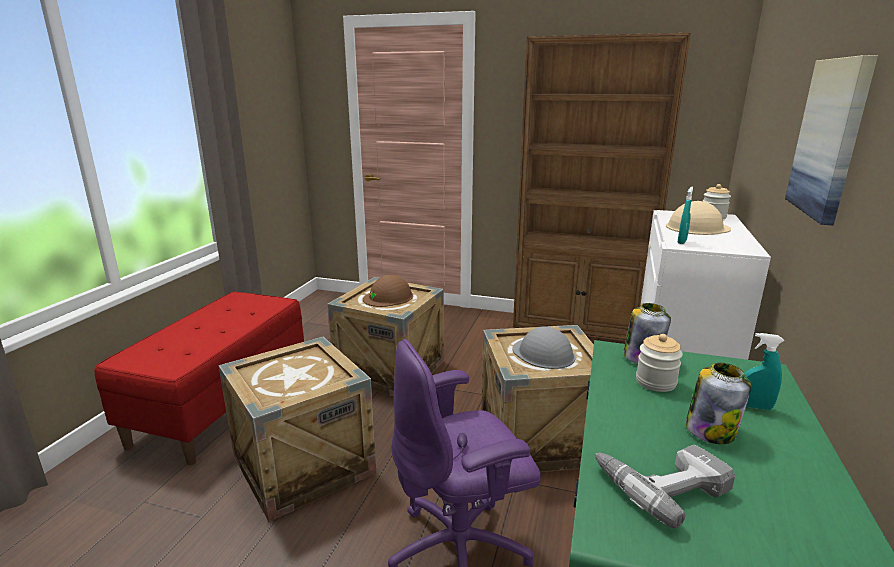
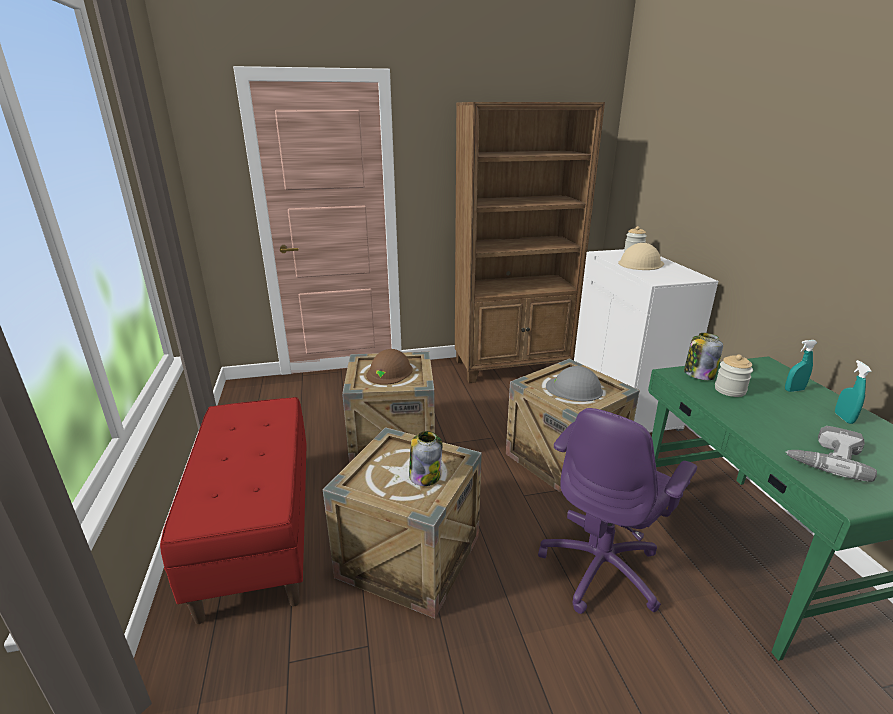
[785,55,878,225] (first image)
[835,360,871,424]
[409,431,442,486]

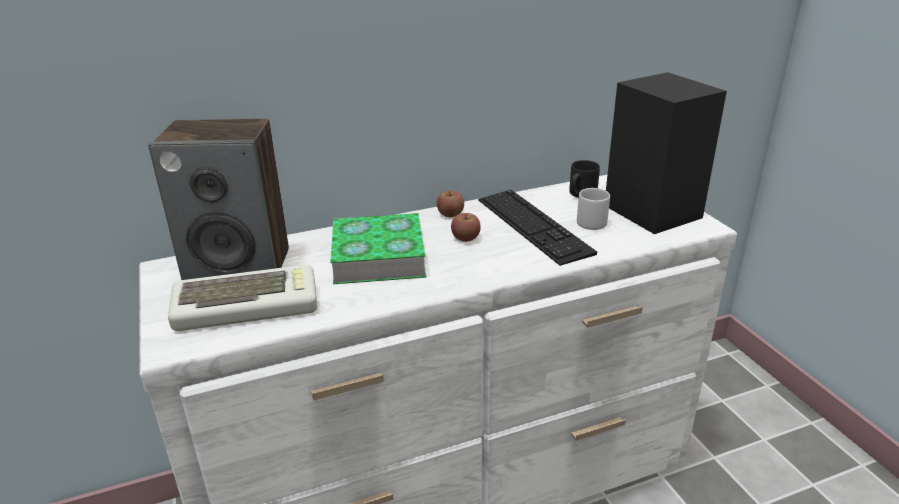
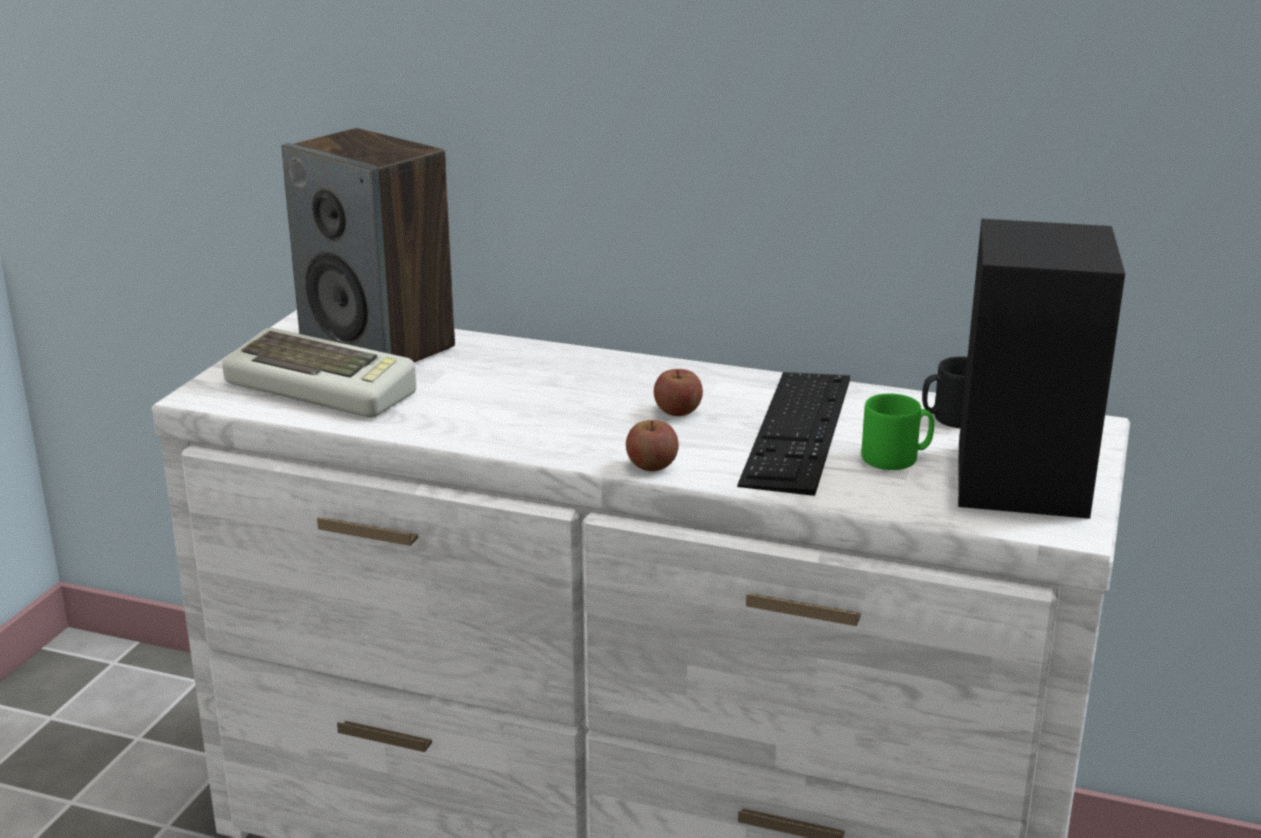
[861,393,934,470]
[626,420,679,471]
[330,213,426,284] (first image)

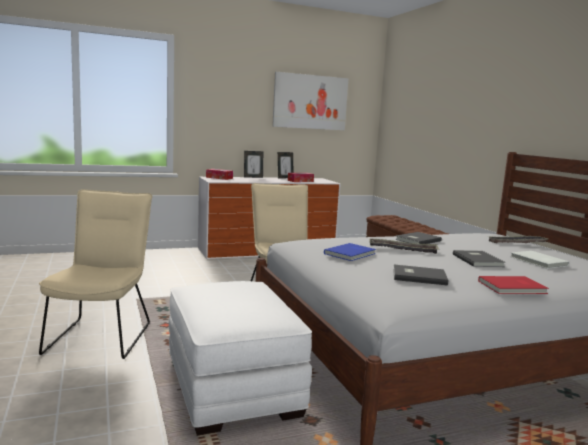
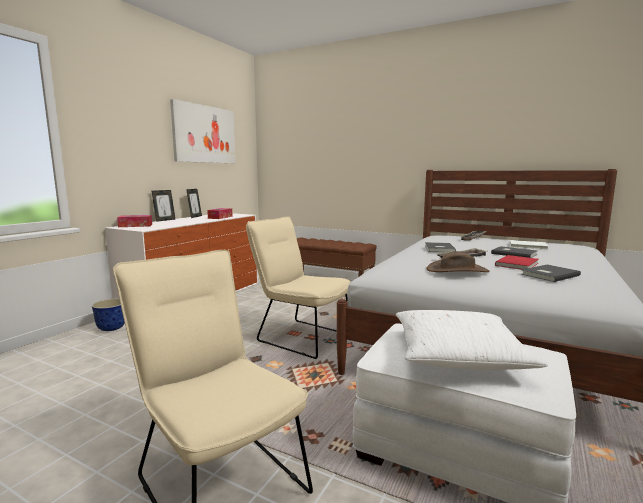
[427,251,490,272]
[495,255,539,270]
[92,299,125,331]
[396,310,548,370]

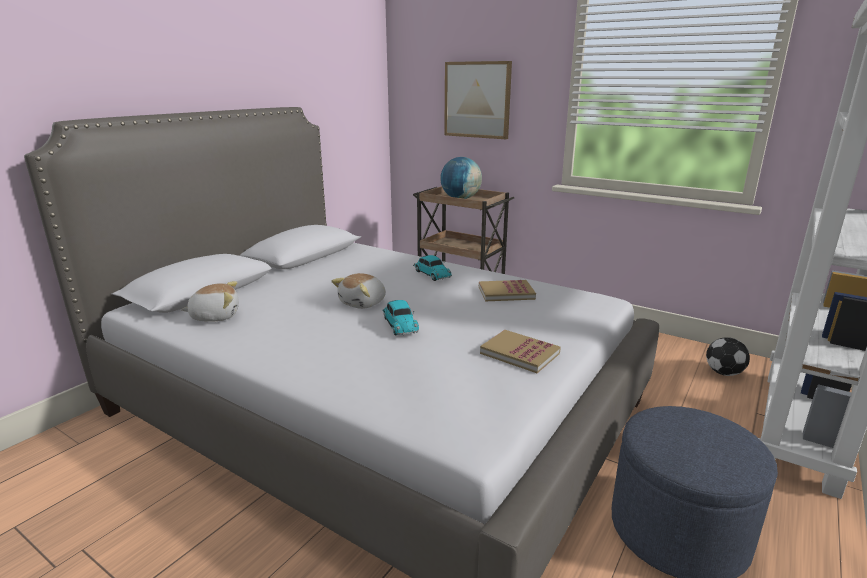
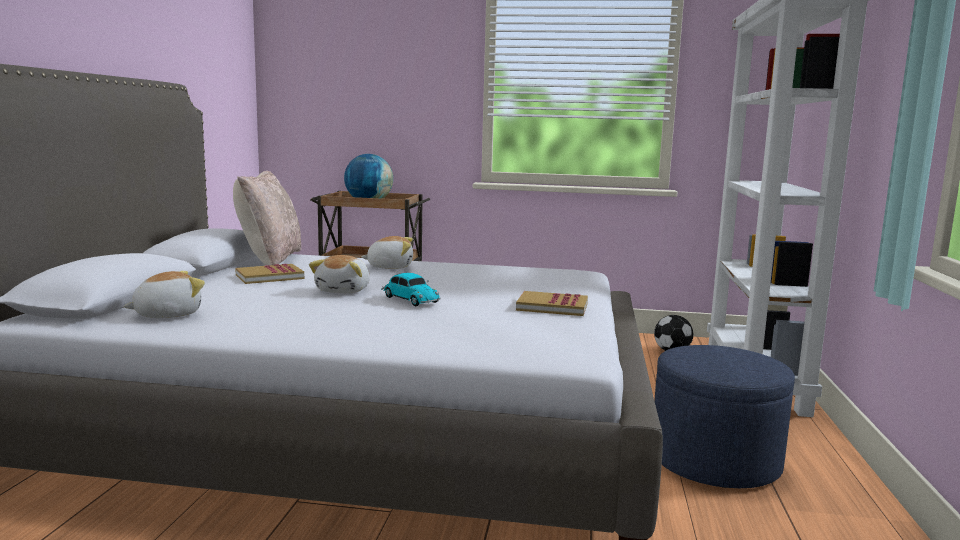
[444,61,512,139] (first image)
[361,236,413,269]
[236,264,304,284]
[233,171,301,266]

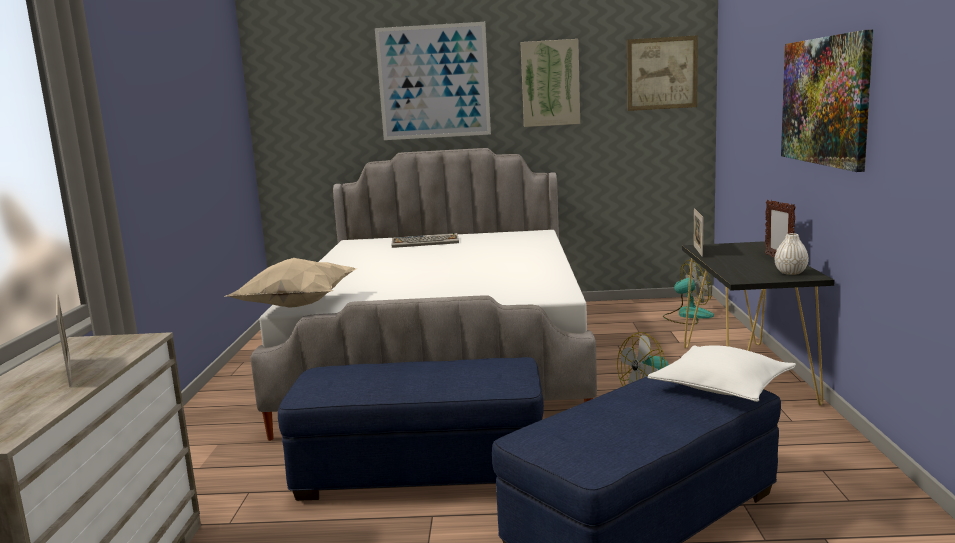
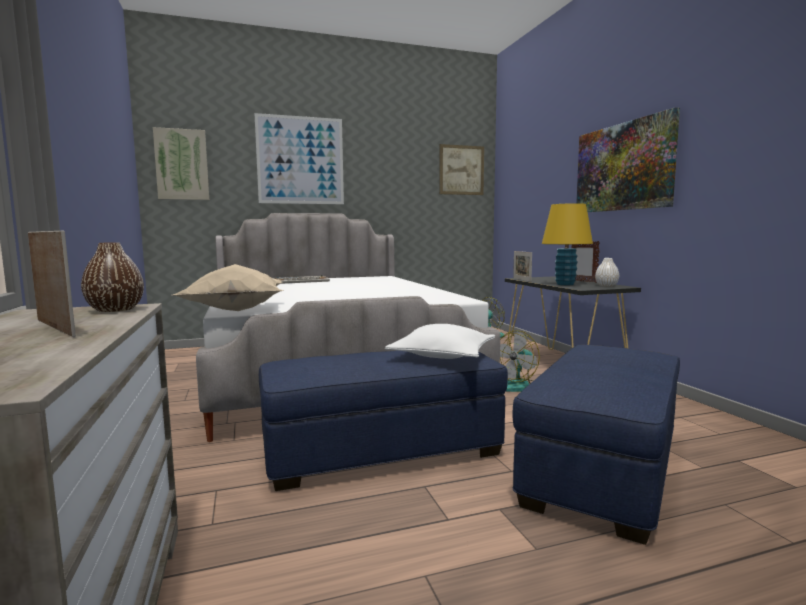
[153,127,209,200]
[385,324,495,359]
[542,203,593,285]
[81,242,144,312]

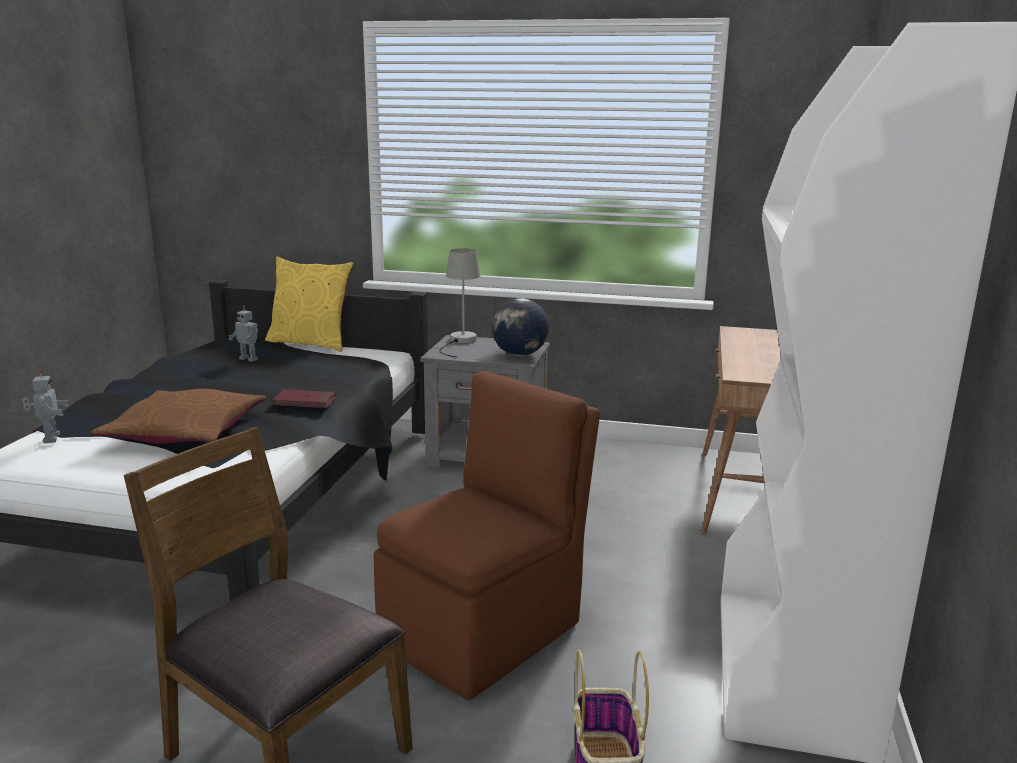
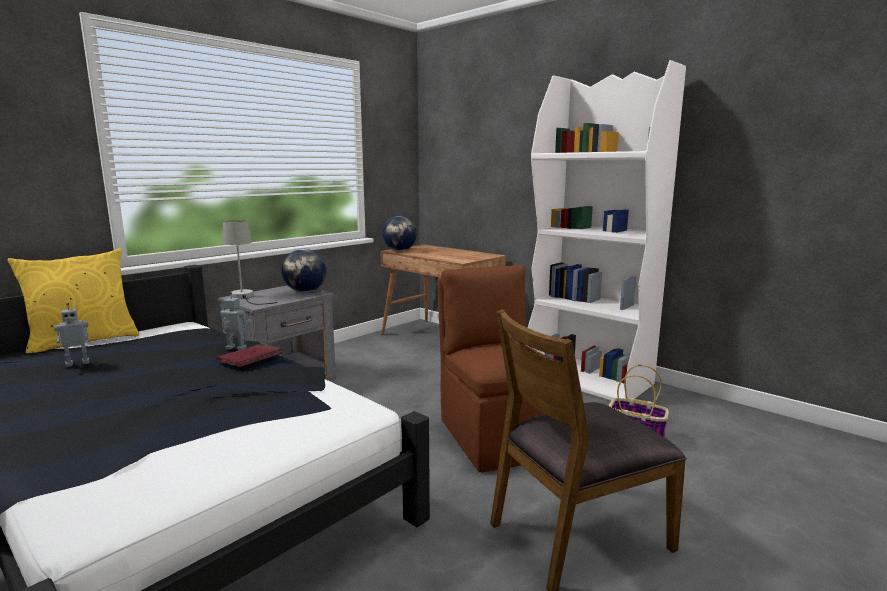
[220,292,252,350]
[91,389,266,444] (first image)
[382,216,417,251]

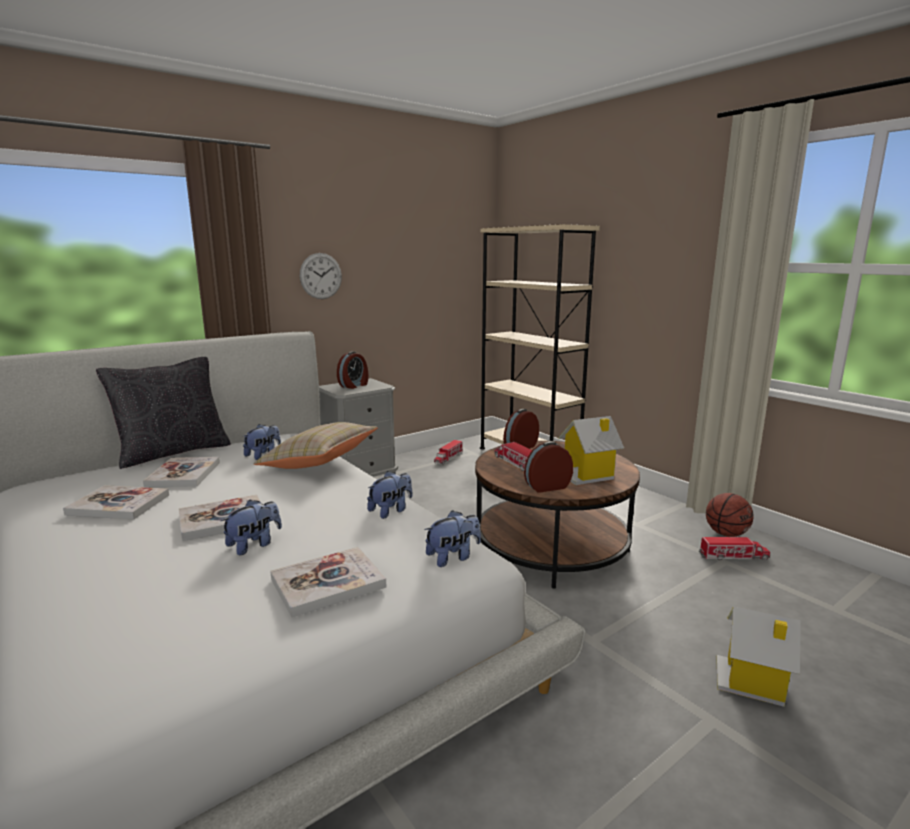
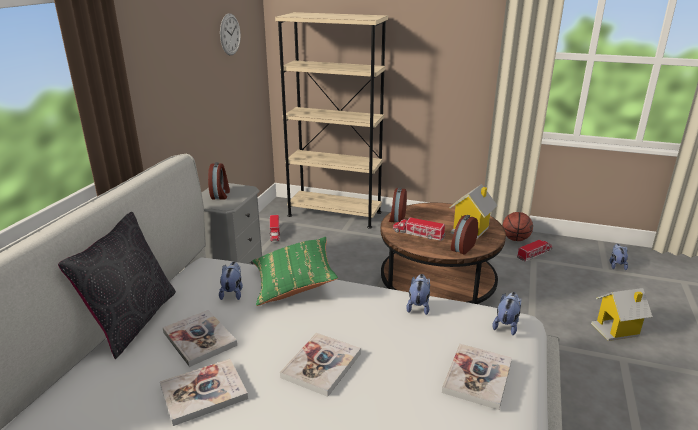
[220,13,241,55]
[252,237,338,306]
[610,244,628,270]

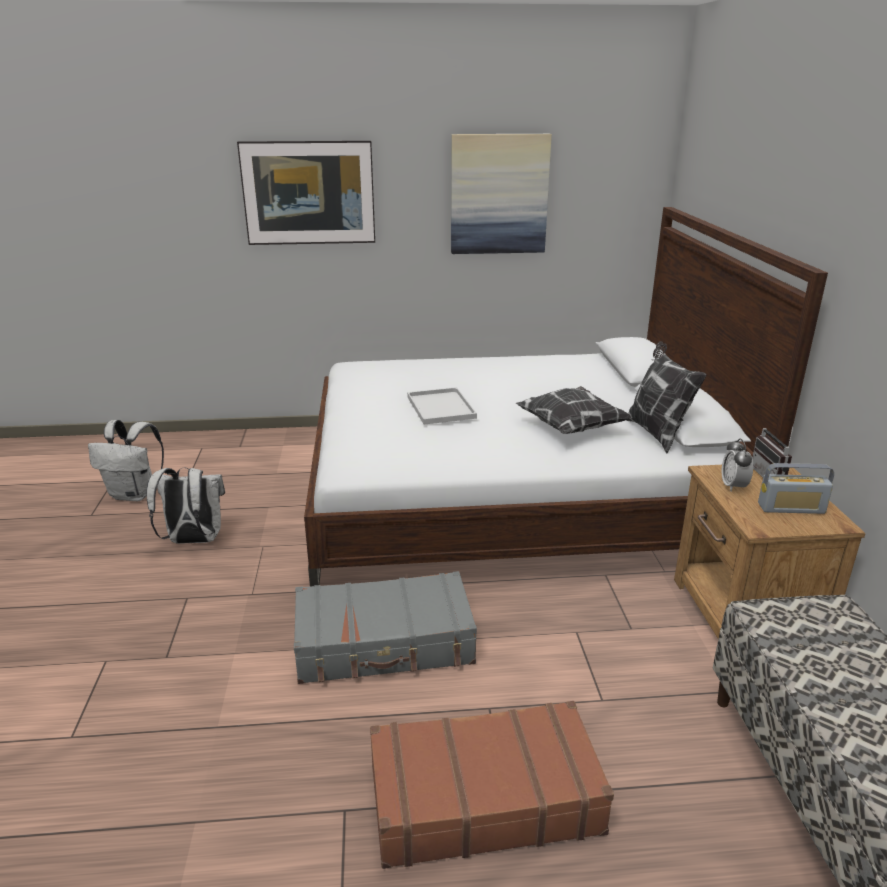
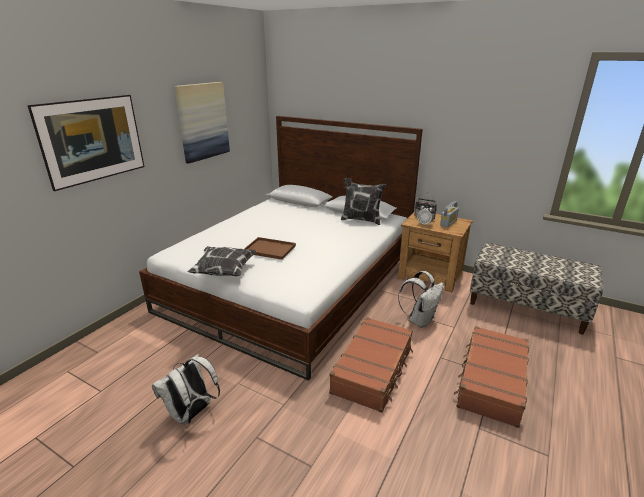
[187,246,256,276]
[244,237,296,260]
[398,271,444,328]
[329,317,413,413]

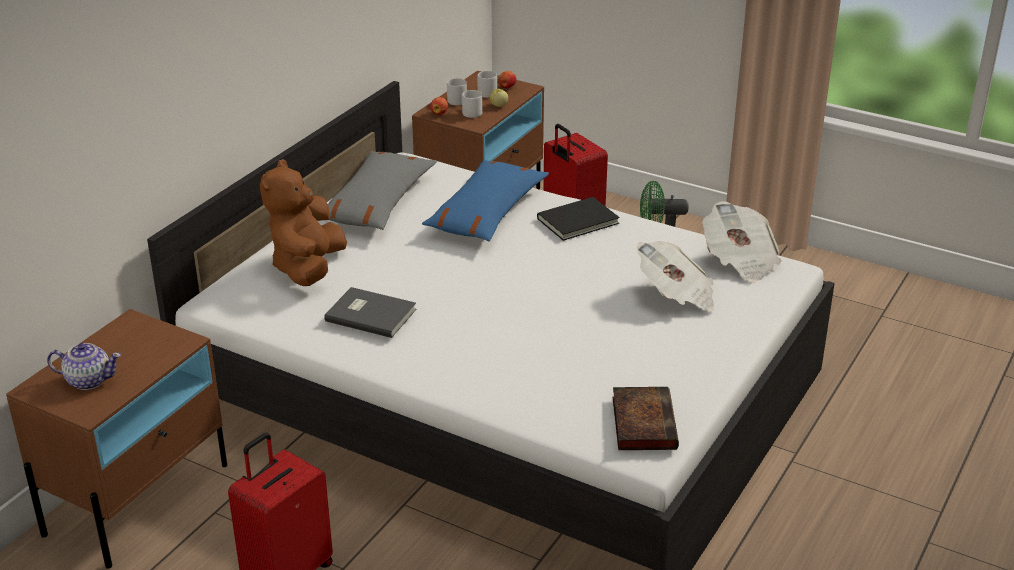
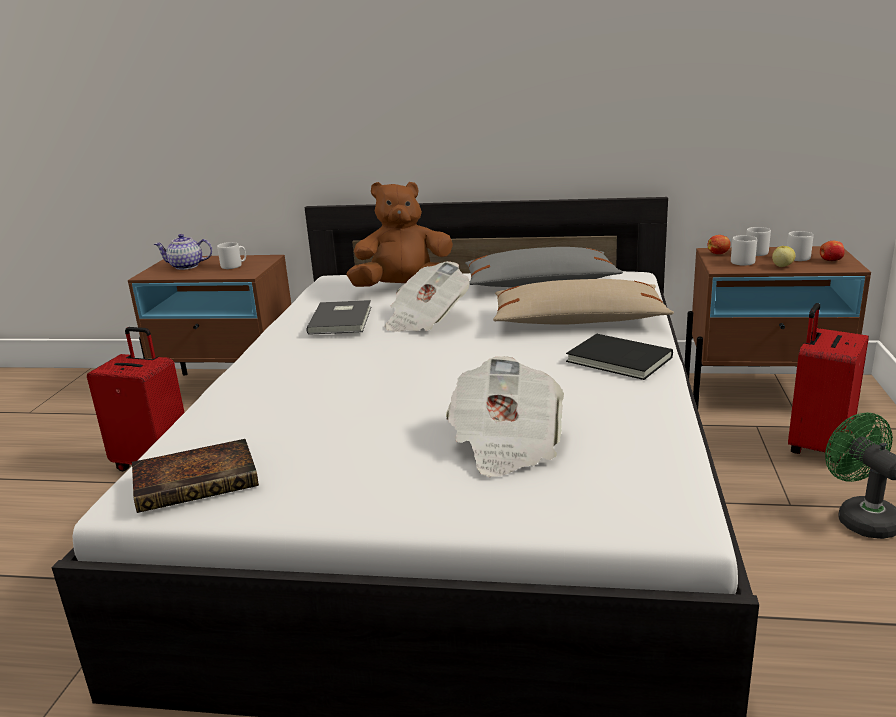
[493,279,674,325]
[385,261,470,332]
[154,234,213,270]
[217,242,246,269]

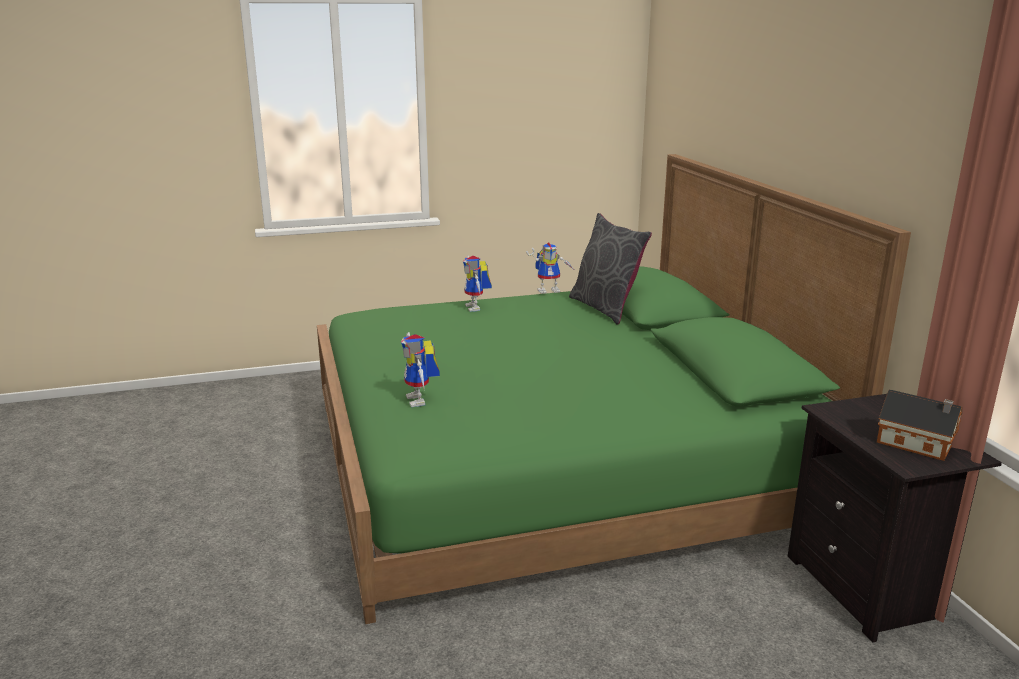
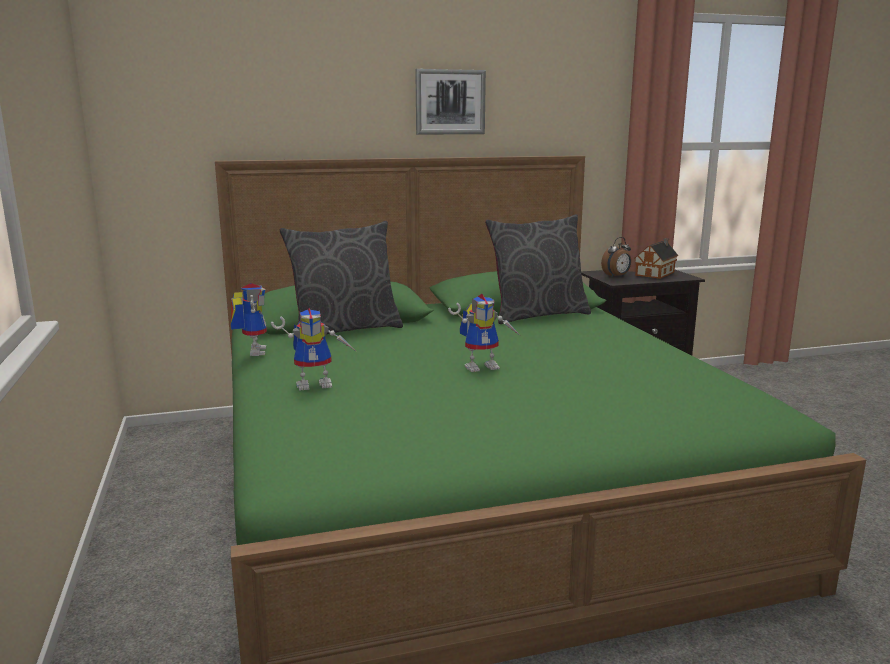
[448,294,519,372]
[415,69,486,135]
[485,214,591,324]
[601,237,631,278]

